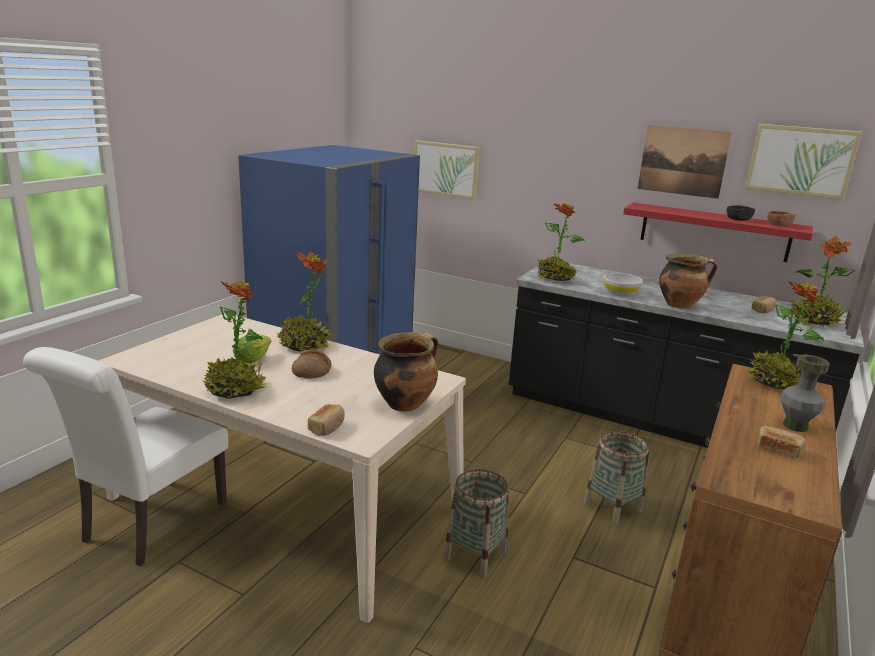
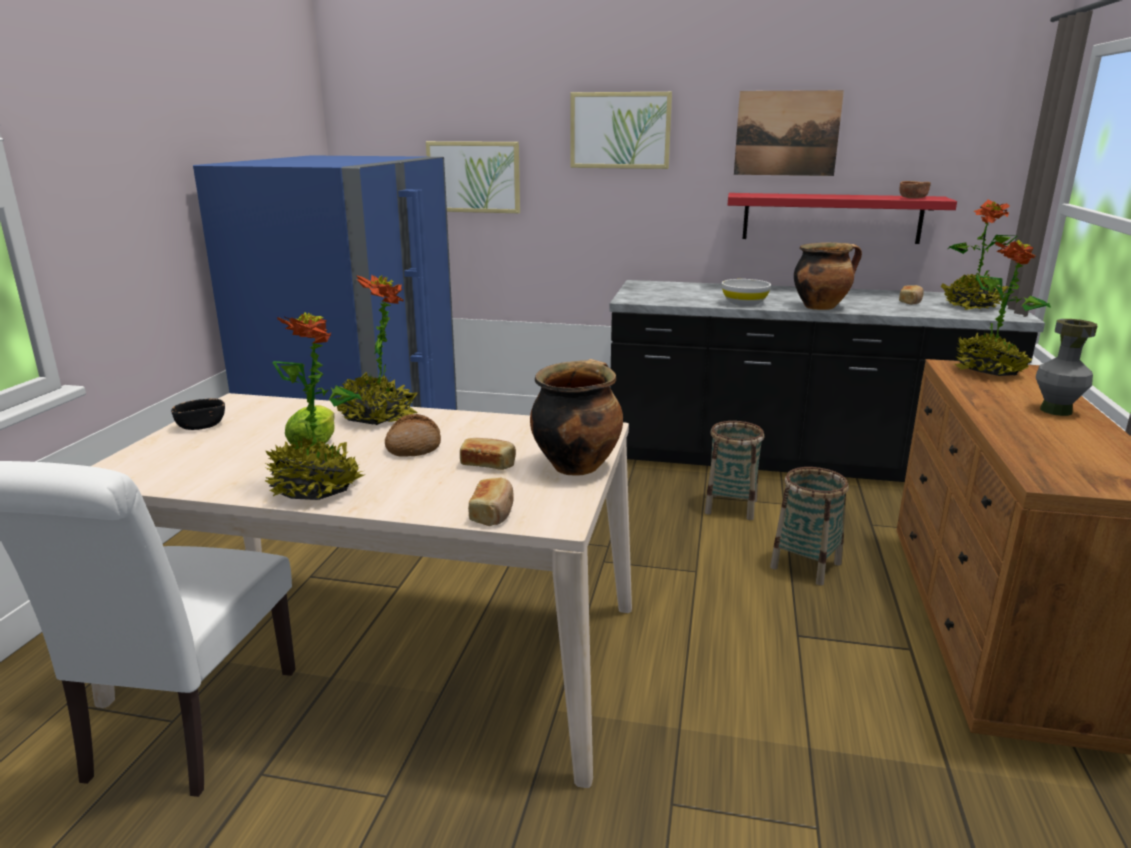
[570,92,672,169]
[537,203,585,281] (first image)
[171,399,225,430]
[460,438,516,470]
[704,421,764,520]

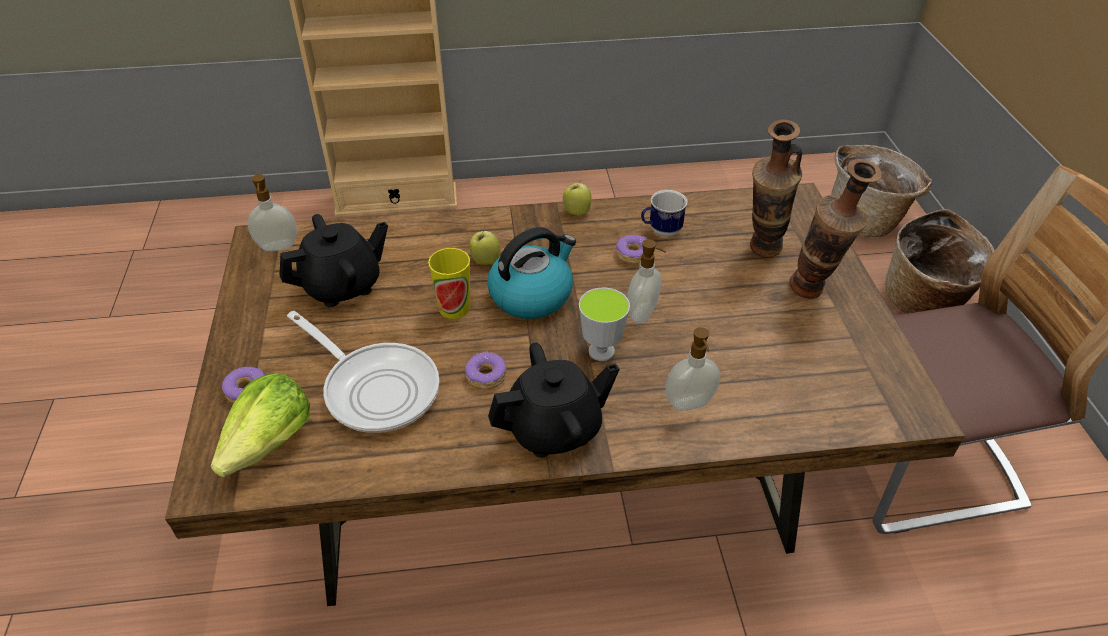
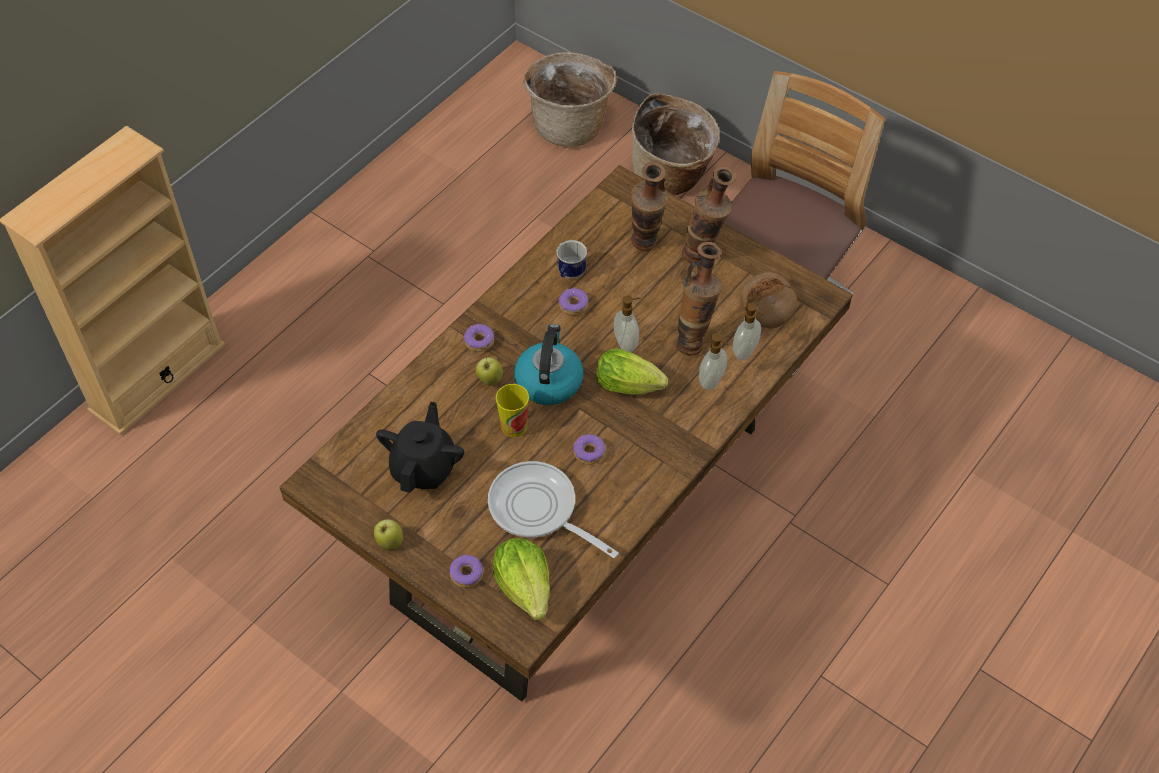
[733,303,764,360]
[374,519,403,550]
[596,348,668,395]
[488,461,619,558]
[488,343,619,458] (first image)
[676,242,722,356]
[740,272,797,329]
[464,323,494,352]

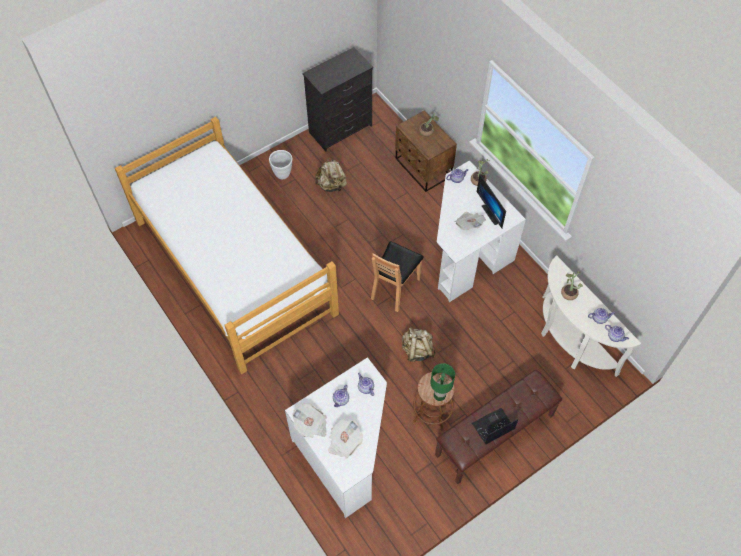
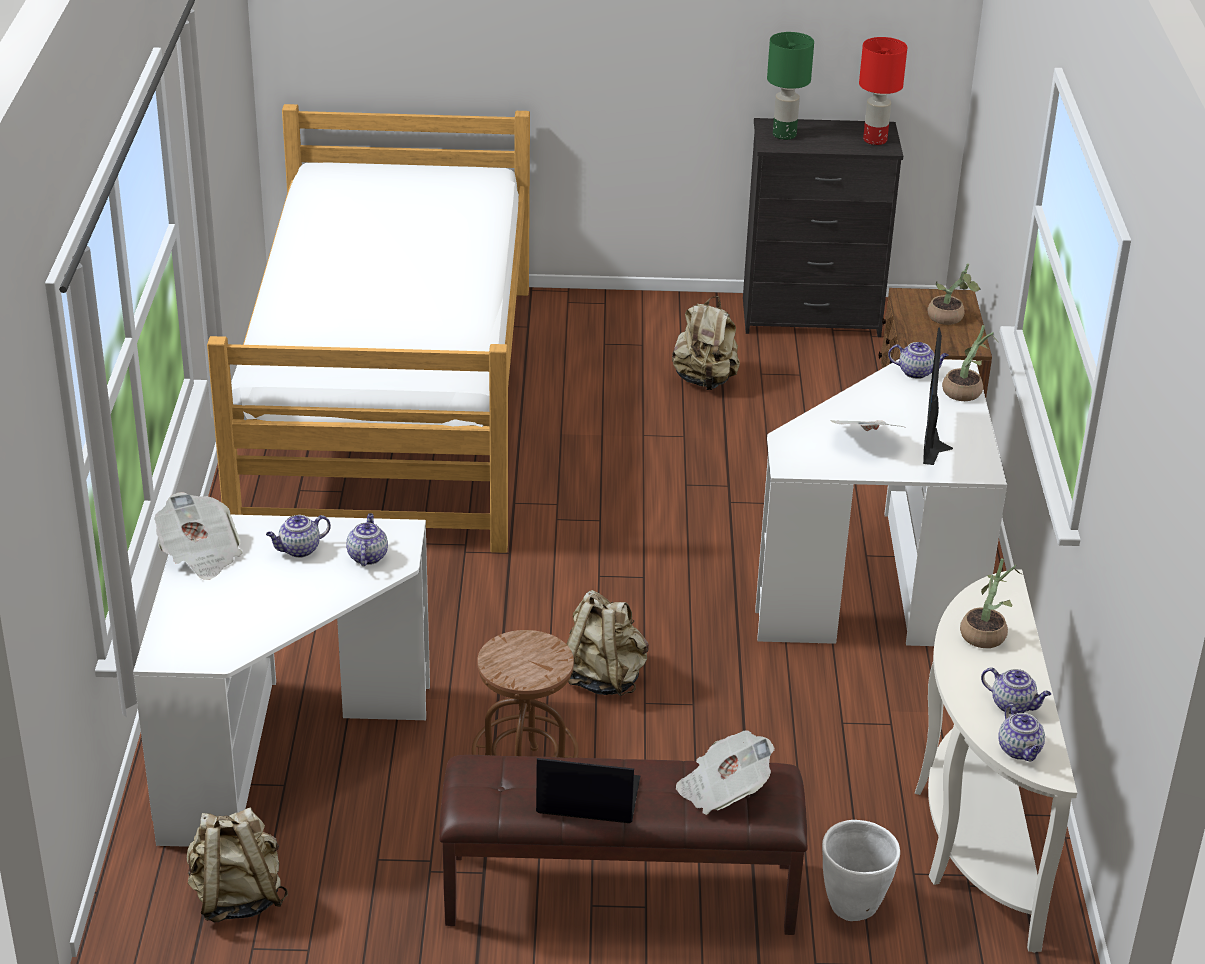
[822,820,900,921]
[371,241,424,312] (first image)
[767,32,814,140]
[676,730,775,815]
[859,37,907,145]
[187,807,288,922]

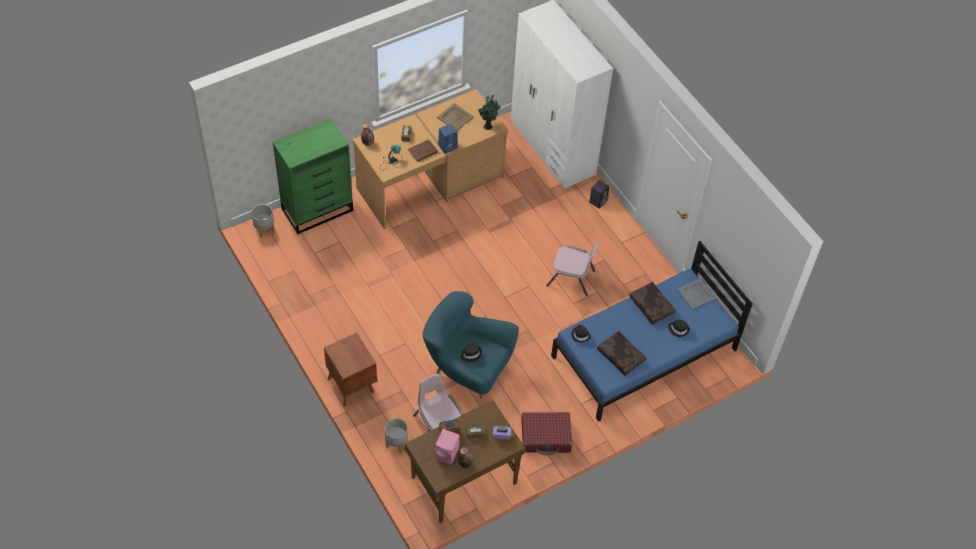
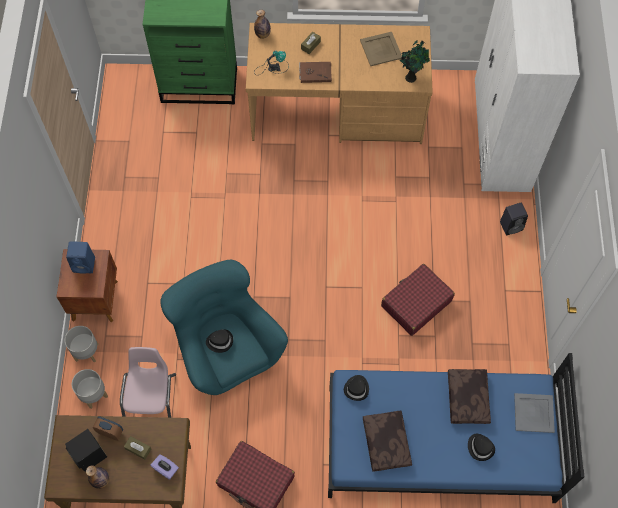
[66,241,95,274]
[65,326,98,363]
[381,264,455,336]
[65,429,107,472]

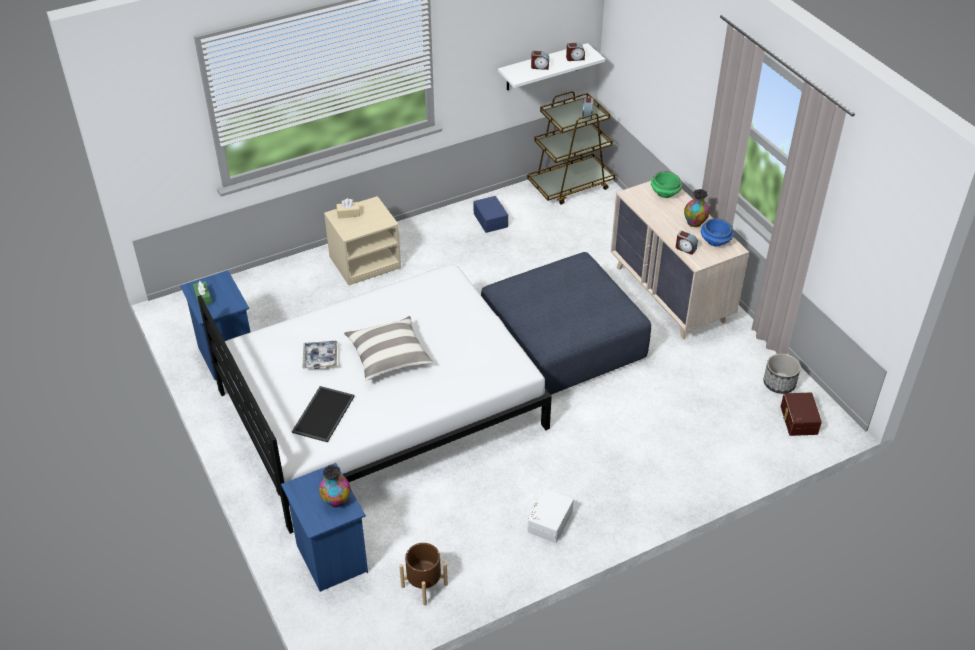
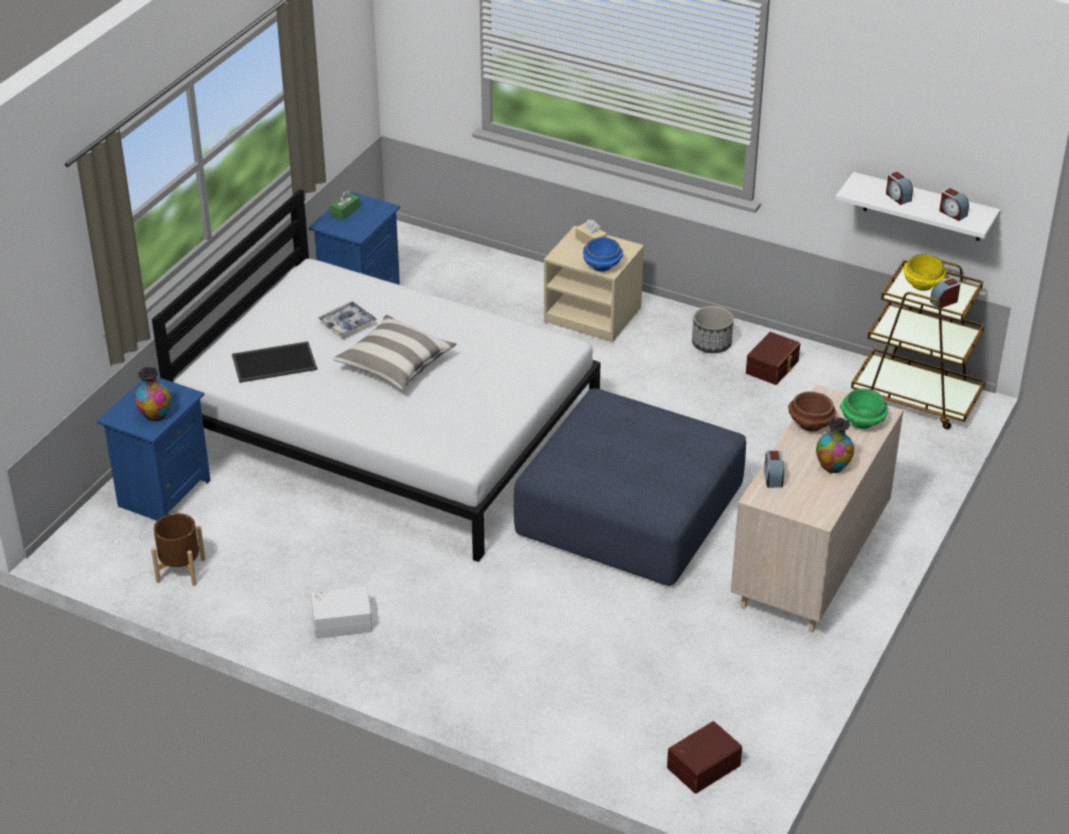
[746,332,800,385]
[583,237,623,272]
[692,306,734,353]
[903,254,947,291]
[788,391,836,431]

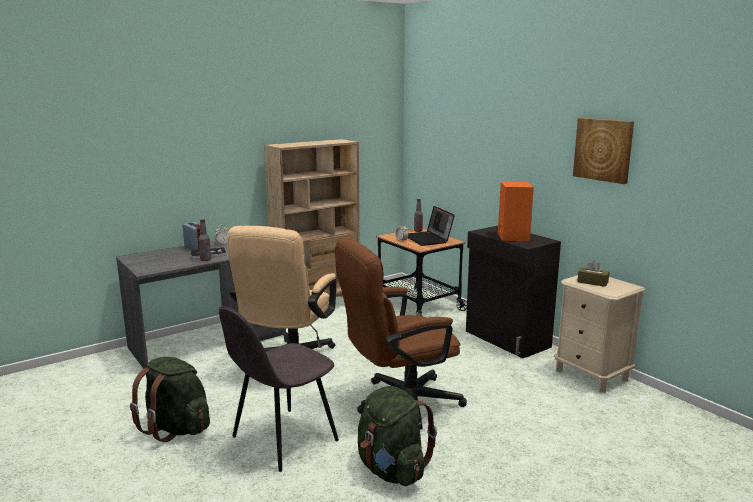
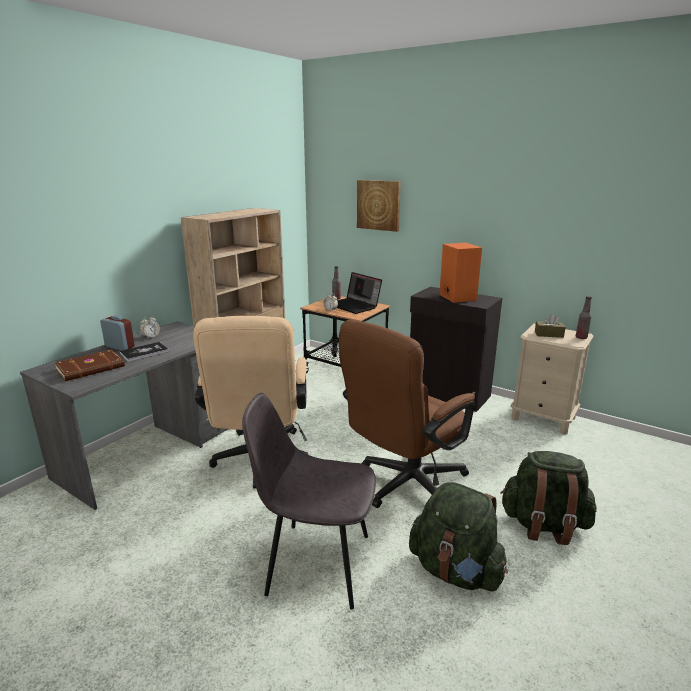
[357,180,401,232]
[576,296,592,339]
[242,392,376,610]
[500,451,597,545]
[55,350,125,381]

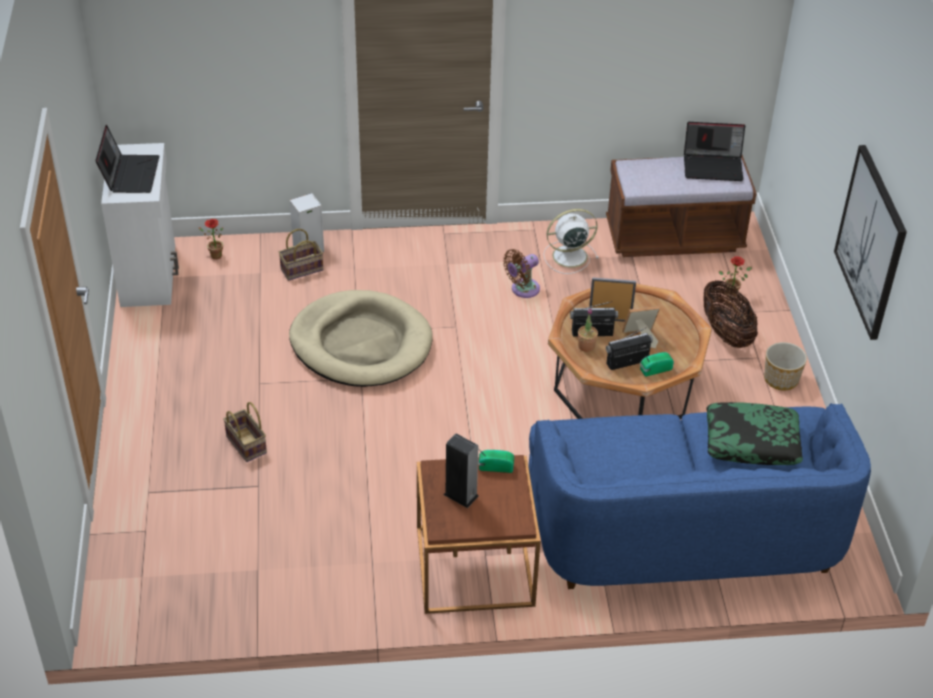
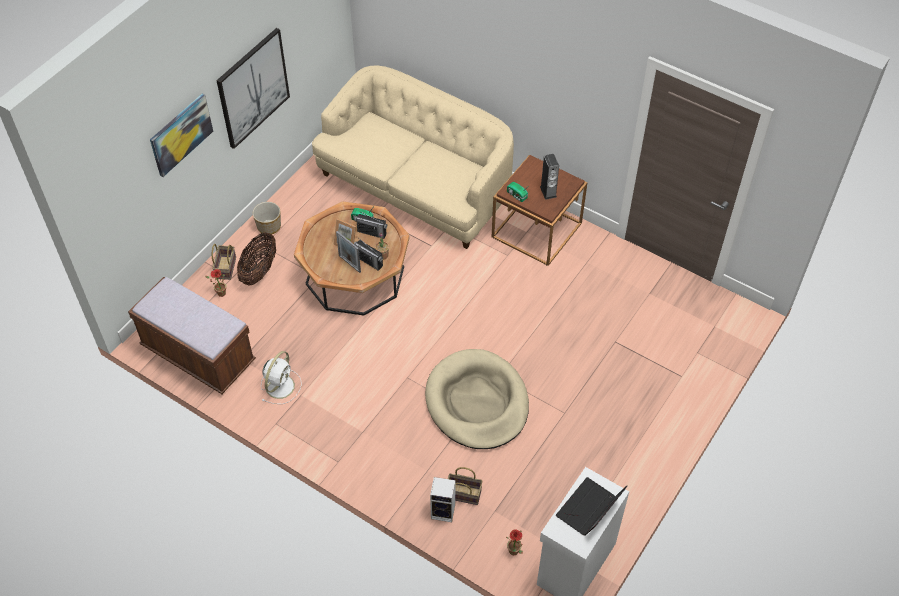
[684,122,745,181] (first image)
[261,351,302,404]
[503,249,540,298] (first image)
[212,244,236,280]
[706,402,803,465] (first image)
[312,65,514,249]
[150,94,213,177]

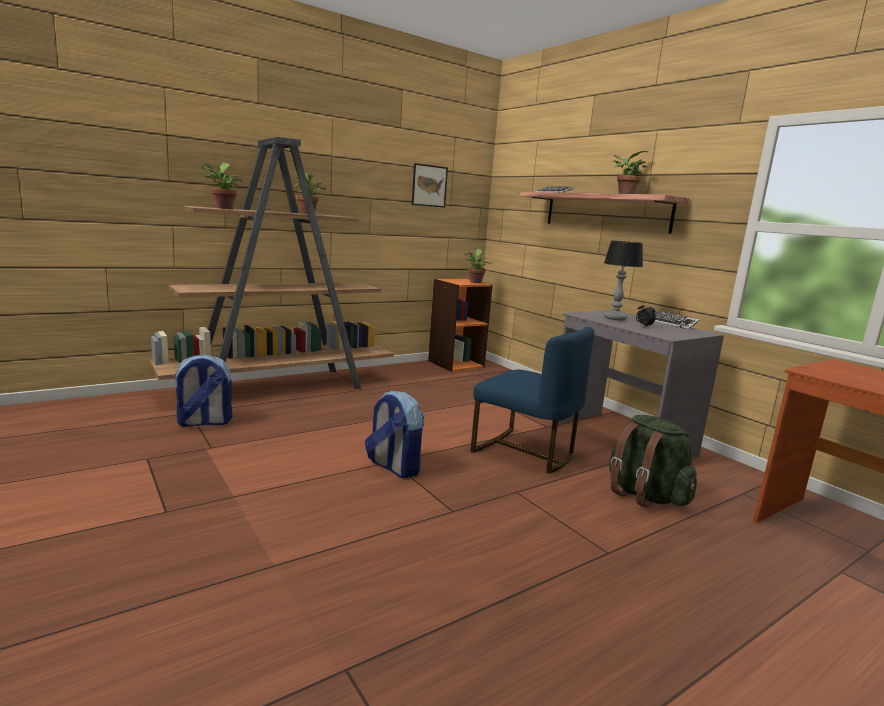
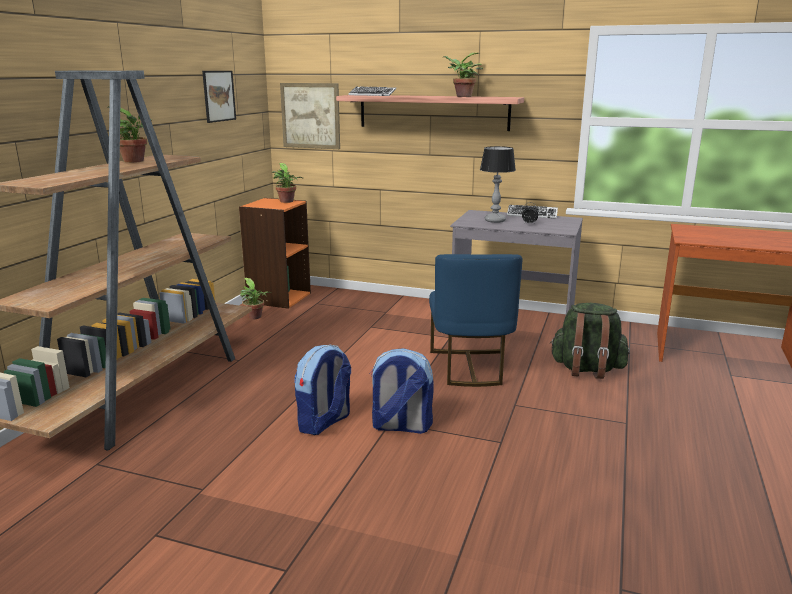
[240,278,271,320]
[429,254,523,387]
[294,345,351,435]
[280,83,340,149]

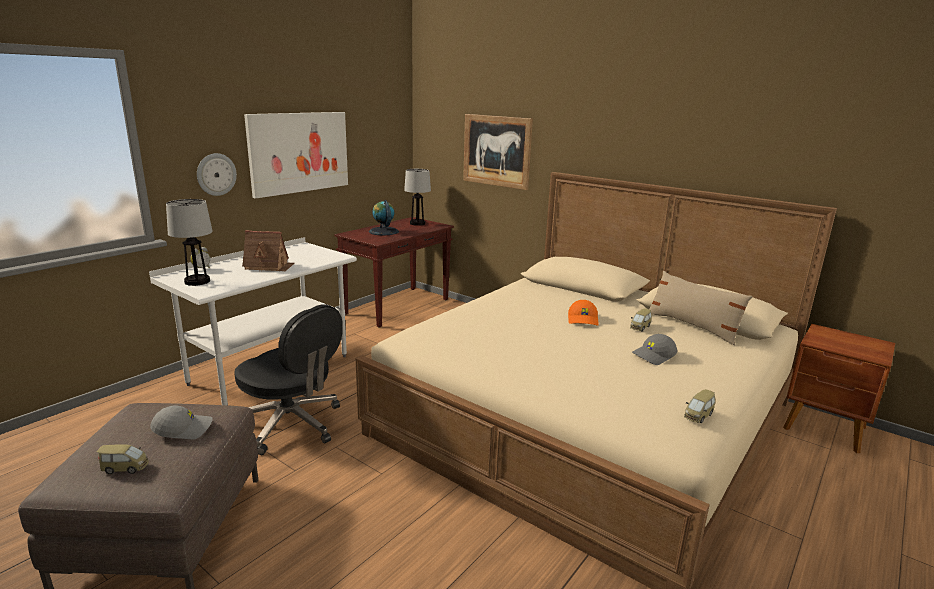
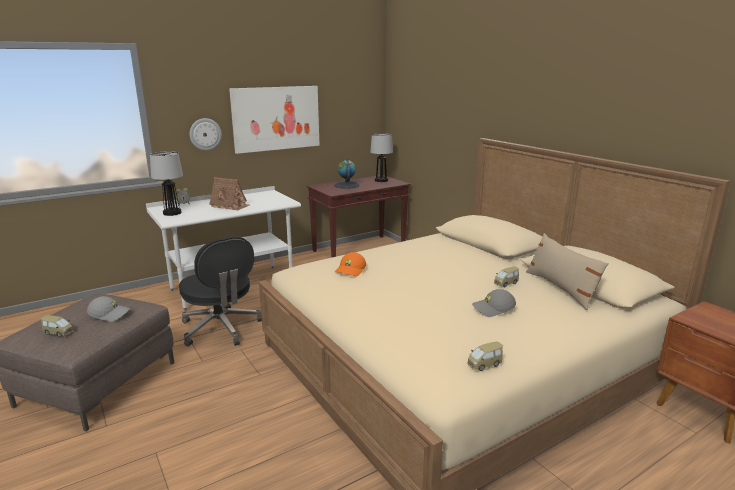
[463,114,533,190] (first image)
[335,252,366,276]

